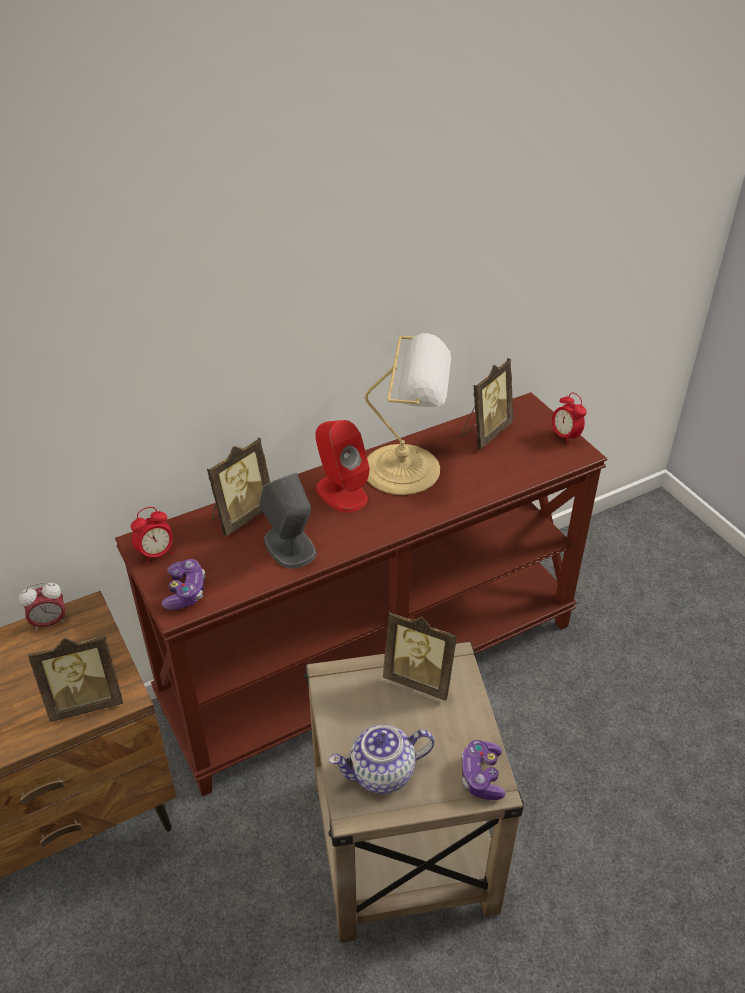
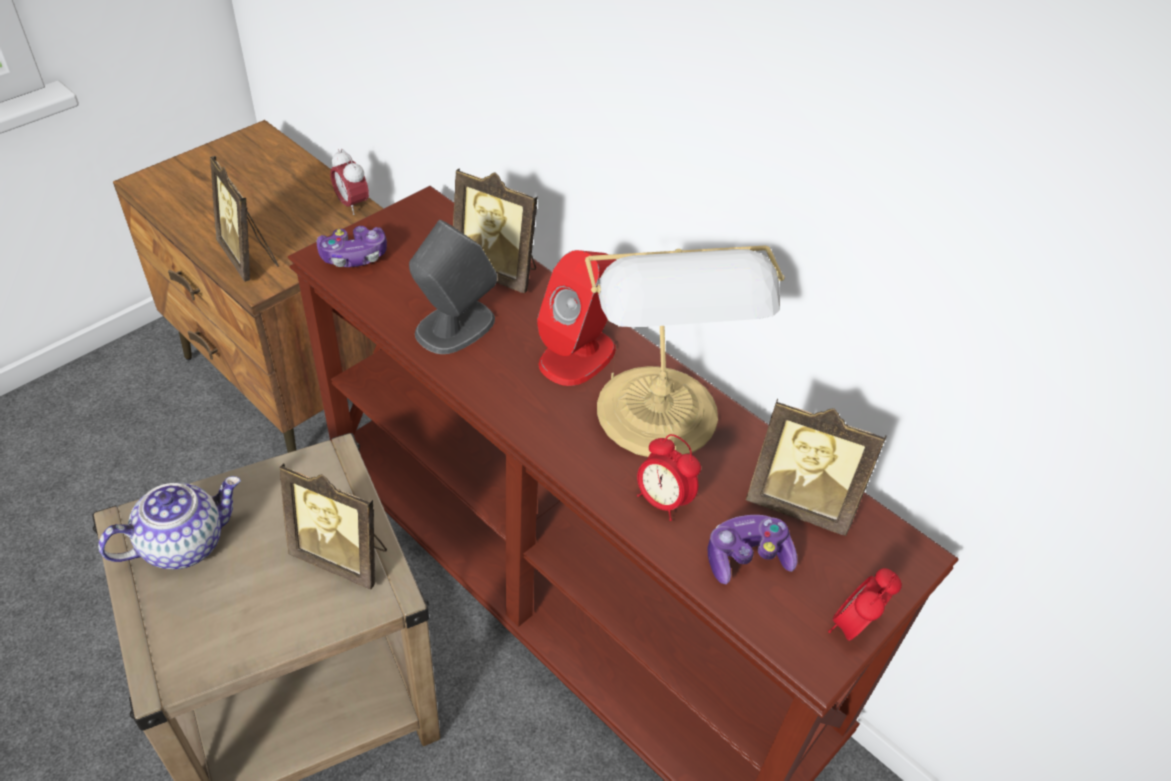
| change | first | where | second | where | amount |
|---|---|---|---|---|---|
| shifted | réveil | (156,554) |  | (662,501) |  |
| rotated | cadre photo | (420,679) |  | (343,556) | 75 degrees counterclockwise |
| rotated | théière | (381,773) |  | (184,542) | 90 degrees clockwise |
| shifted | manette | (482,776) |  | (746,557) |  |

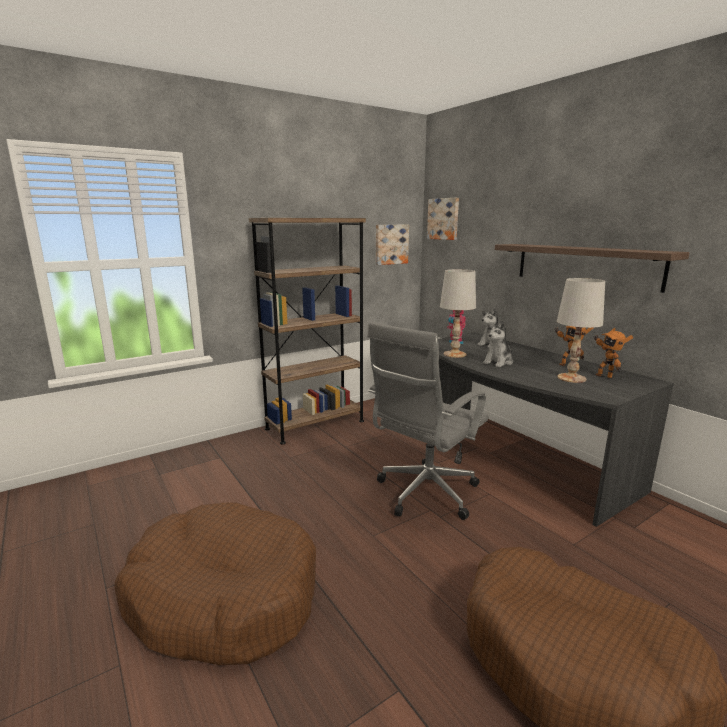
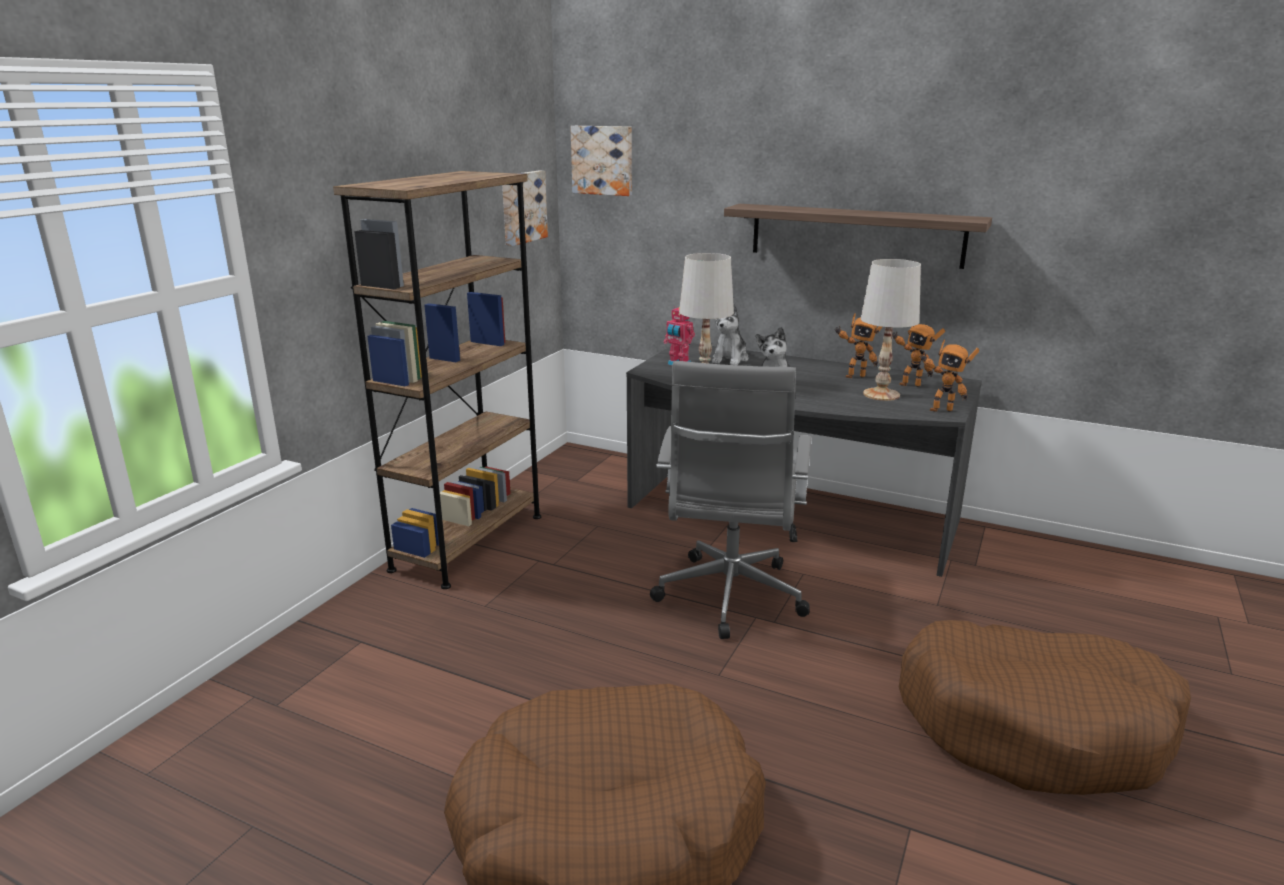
| change | first | where | second | where | amount |
|---|---|---|---|---|---|
| new |  |  | robot jouet | (940,409) |  |

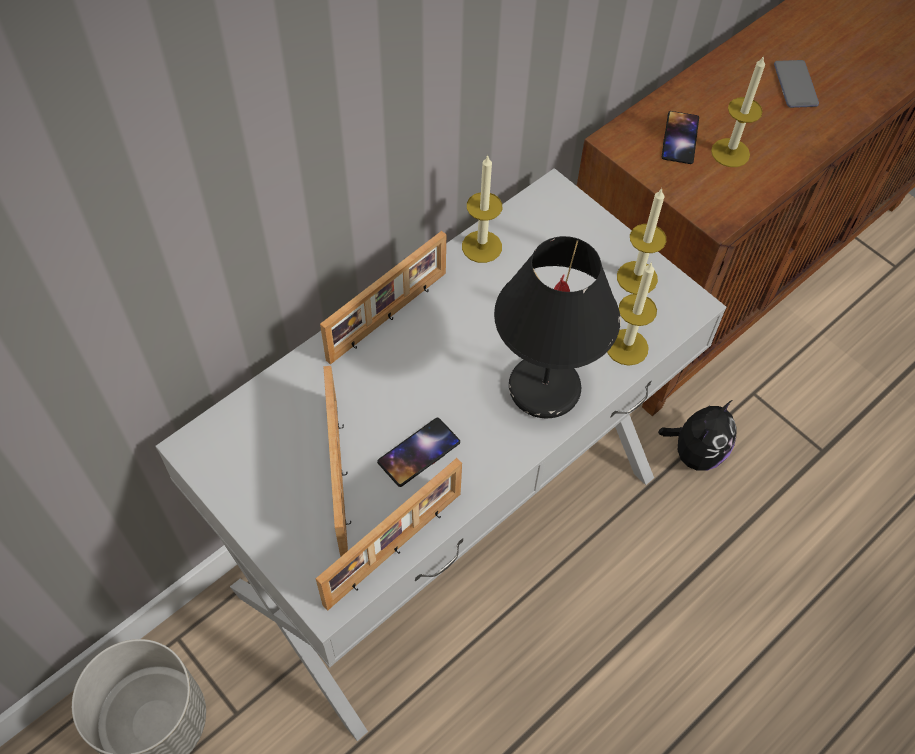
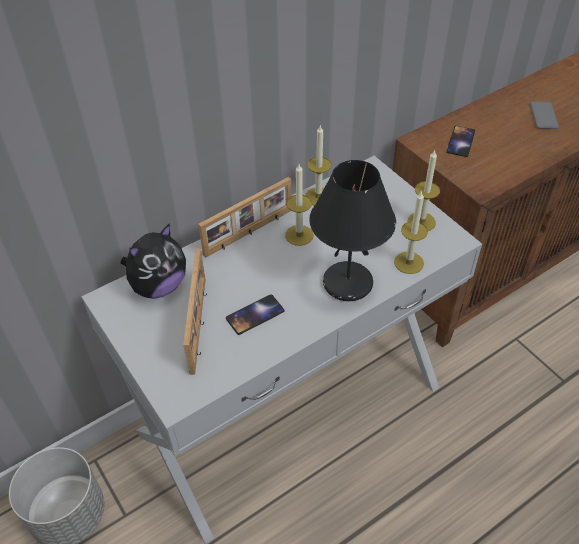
| change | first | where | second | where | amount |
|---|---|---|---|---|---|
| shifted | bougie | (730,153) |  | (299,235) |  |
| shifted | peluche | (695,452) |  | (158,286) |  |
| gone | cadre photo | (395,550) |  |  |  |

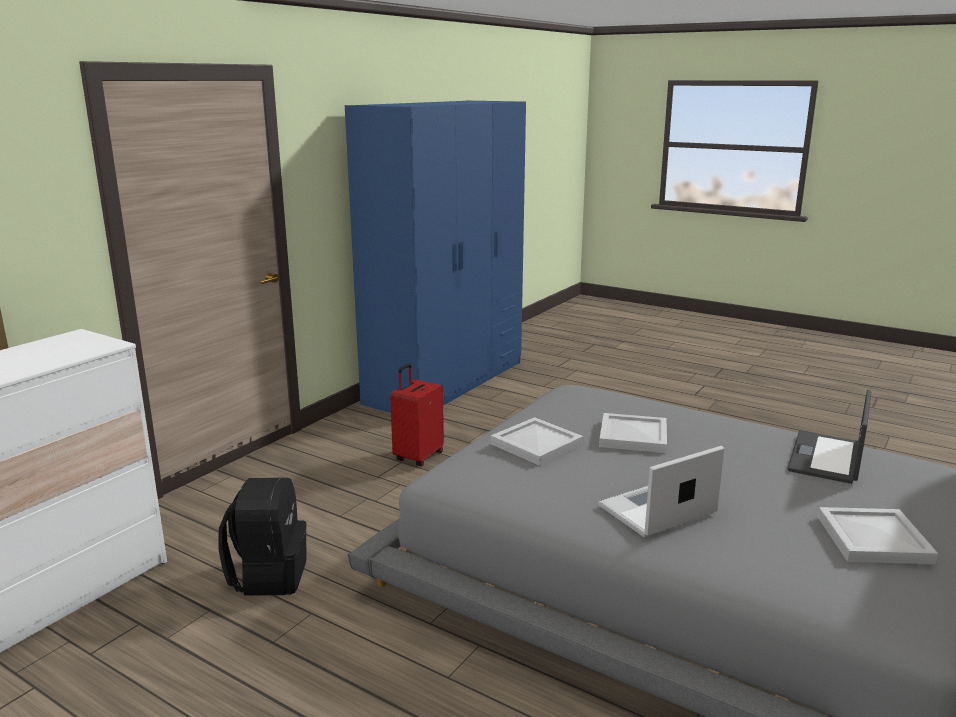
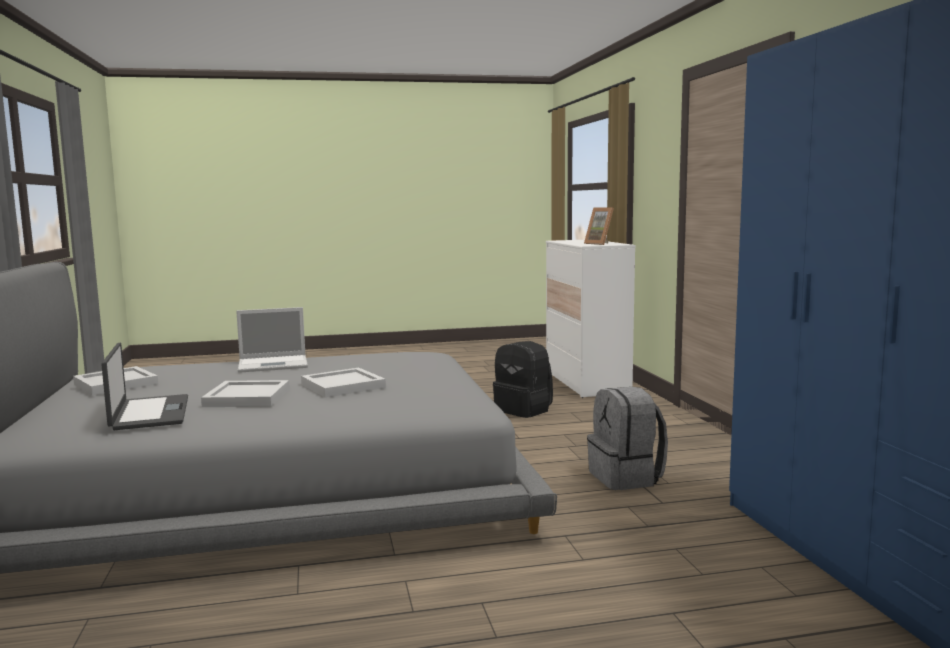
| change | first | where | second | where | amount |
|---|---|---|---|---|---|
| swapped | valise (rouge) | (418,456) | sac à dos (gris) | (626,478) |  |
| shifted | plateau (blanc) | (536,443) |  | (248,398) |  |
| rotated | ordinateur portable | (655,510) |  | (274,364) | 60 degrees clockwise |
| new |  |  | cadre photo | (601,244) |  |

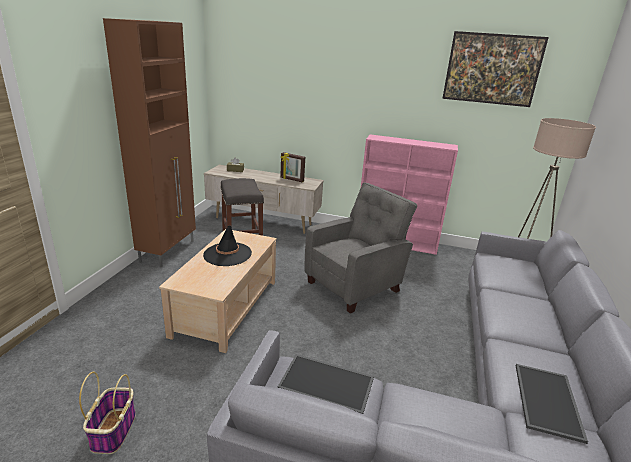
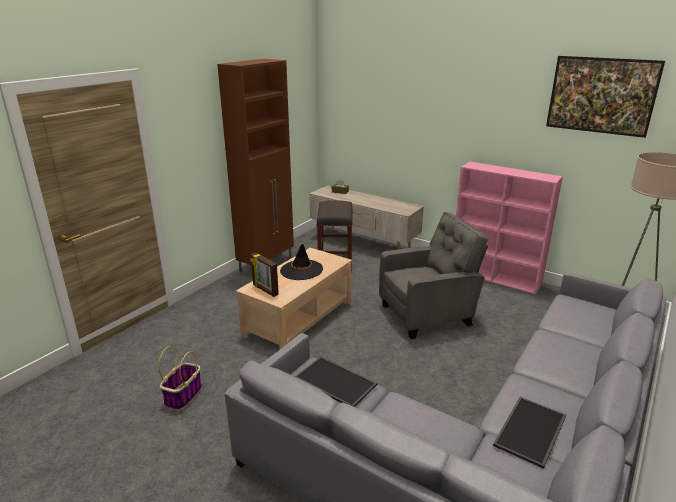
| change | first | where | second | where | amount |
|---|---|---|---|---|---|
| shifted | cadre photo | (291,179) |  | (265,290) |  |

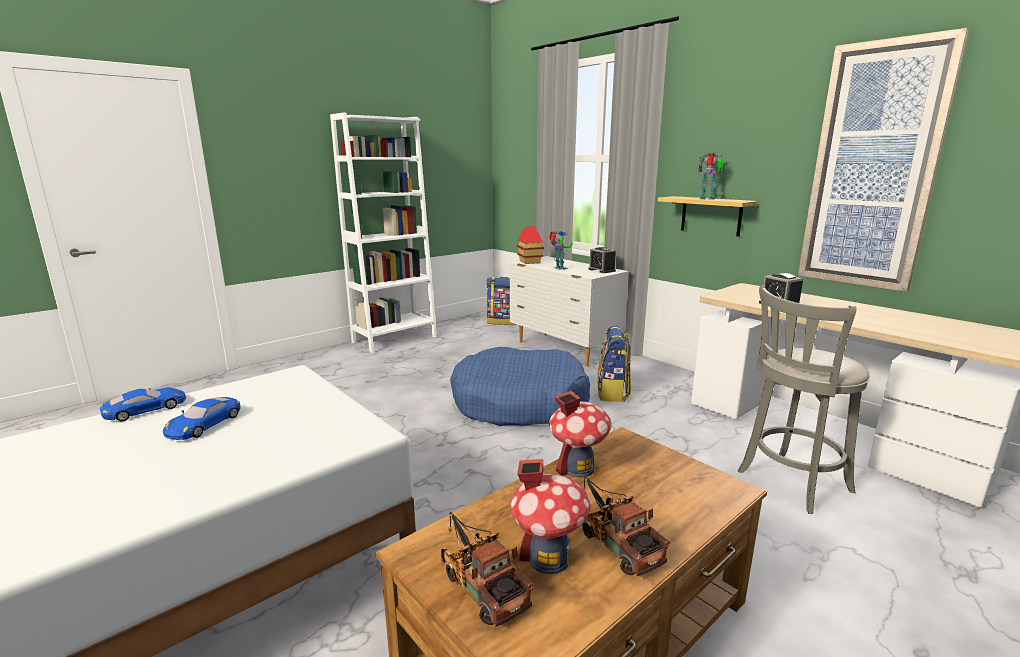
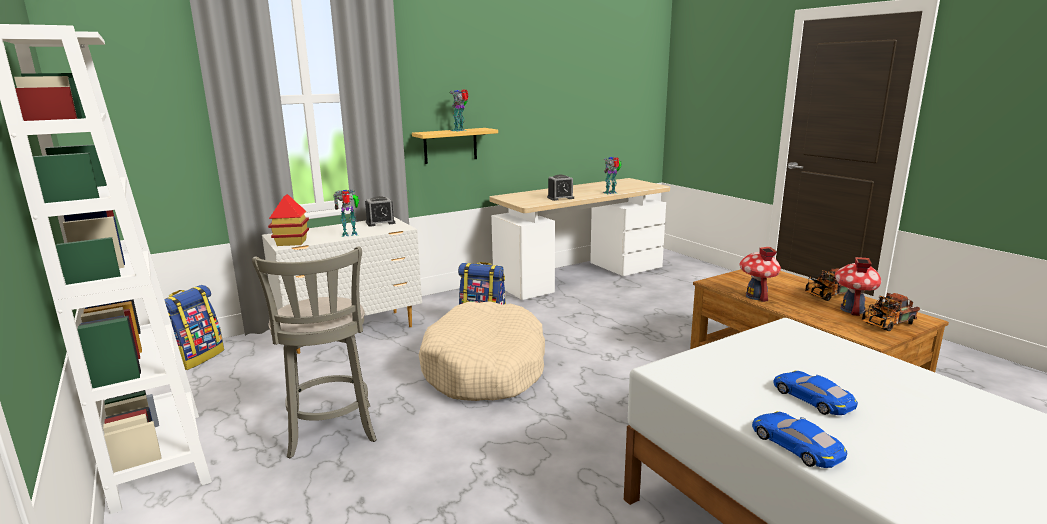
| change | first | where | second | where | amount |
|---|---|---|---|---|---|
| gone | tableau | (873,168) |  |  |  |
| shifted | tabouret (gris) | (790,483) |  | (331,433) |  |
| repainted | panier pour chien (bleu) | (519,403) | panier pour chien (beige) | (485,369) |  |
| rotated | petite voiture (bleu) | (204,424) |  | (812,398) | 150 degrees counterclockwise |
| new |  |  | robot jouet | (611,193) |  |

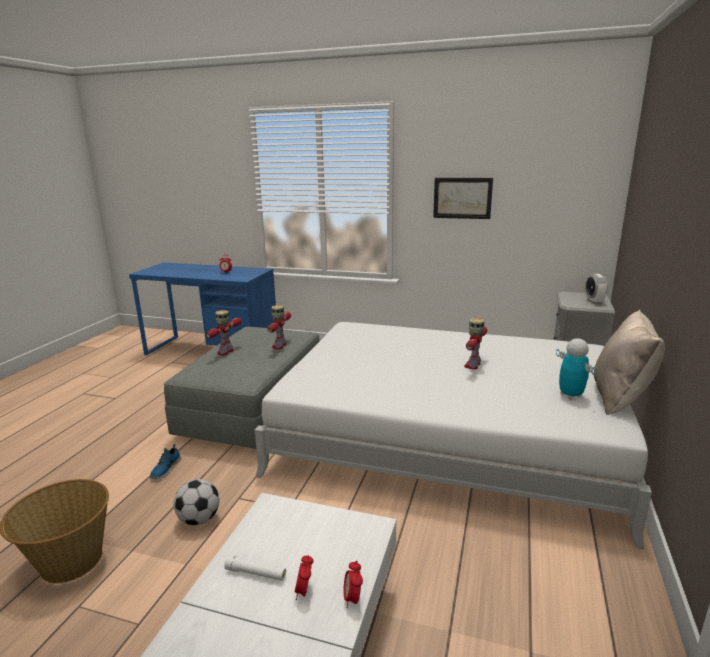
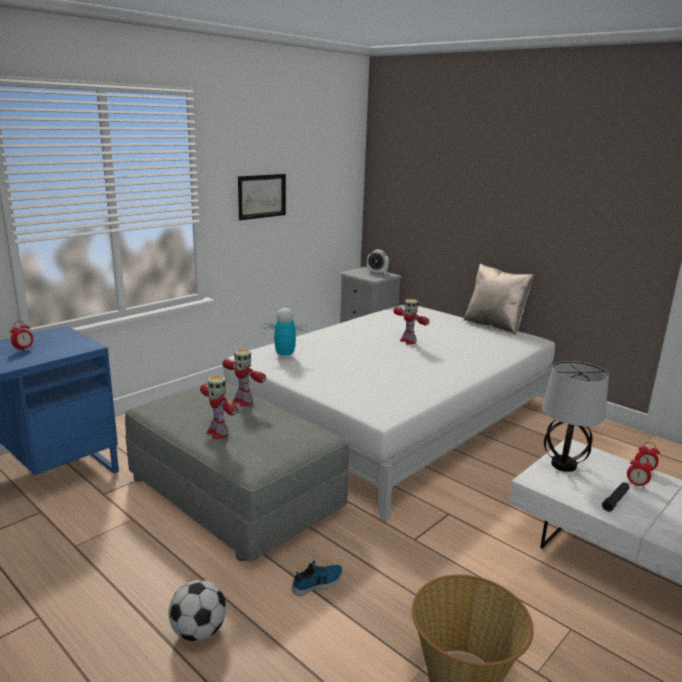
| change | first | where | second | where | amount |
|---|---|---|---|---|---|
| shifted | robot jouet | (570,395) |  | (284,356) |  |
| rotated | chaussure | (165,468) |  | (318,583) | 75 degrees counterclockwise |
| shifted | ballon de foot | (199,519) |  | (198,631) |  |
| repainted | lampe de poche (blanc) | (256,573) | lampe de poche (noir) | (615,500) |  |
| new |  |  | lampe de table | (563,465) |  |

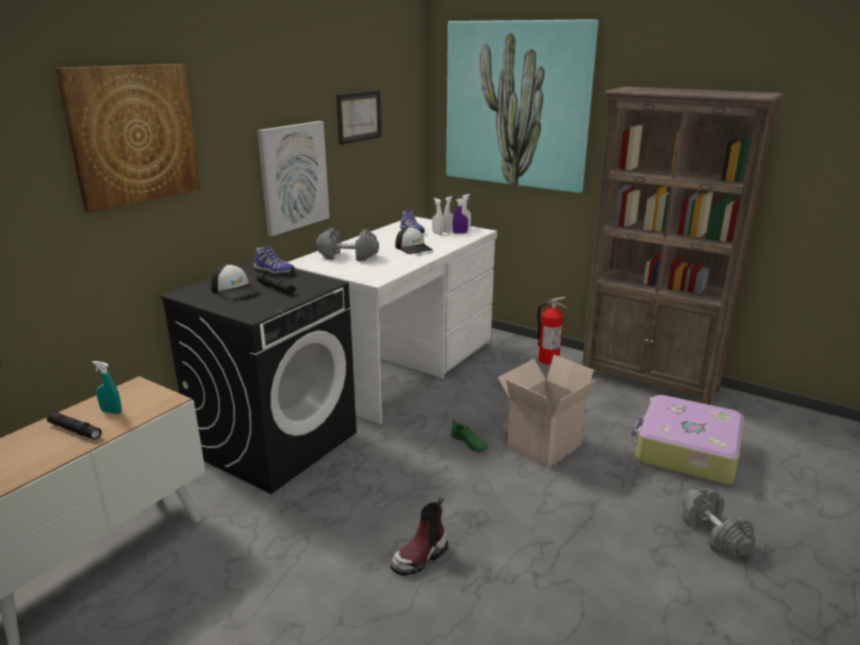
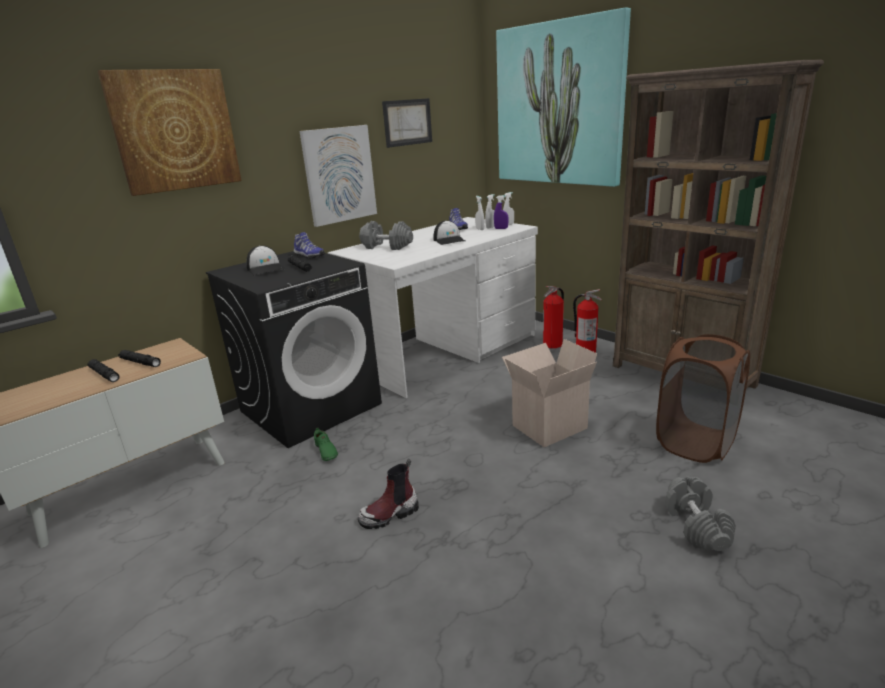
| change | first | where | second | where | amount |
|---|---|---|---|---|---|
| swapped | vaporisateur (turquoise) | (111,412) | lampe de poche (noir) | (140,362) |  |
| swapped | valise | (685,451) | panier à linge (marron) | (695,443) |  |
| shifted | chaussure (vert) | (469,443) |  | (325,451) |  |
| new |  |  | extincteur | (553,345) |  |

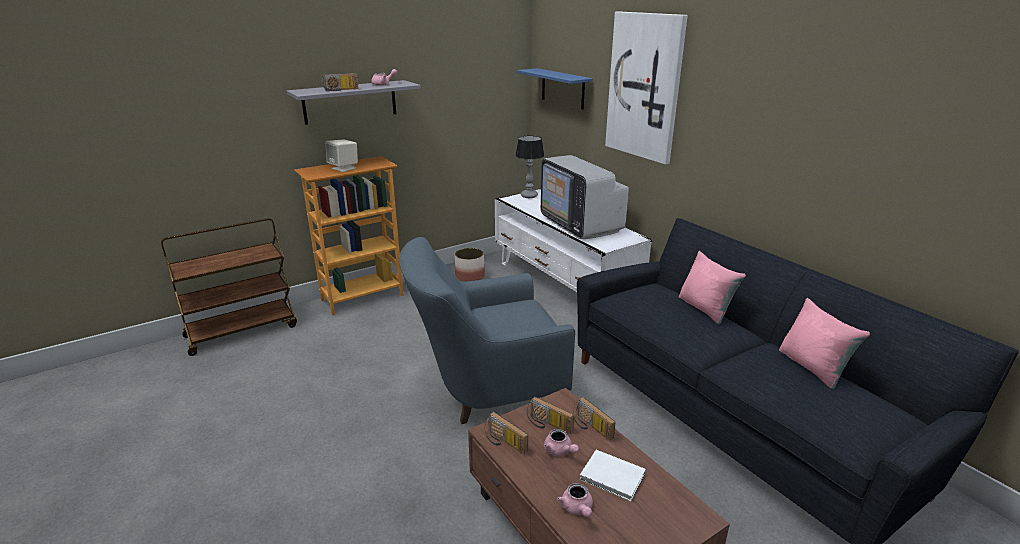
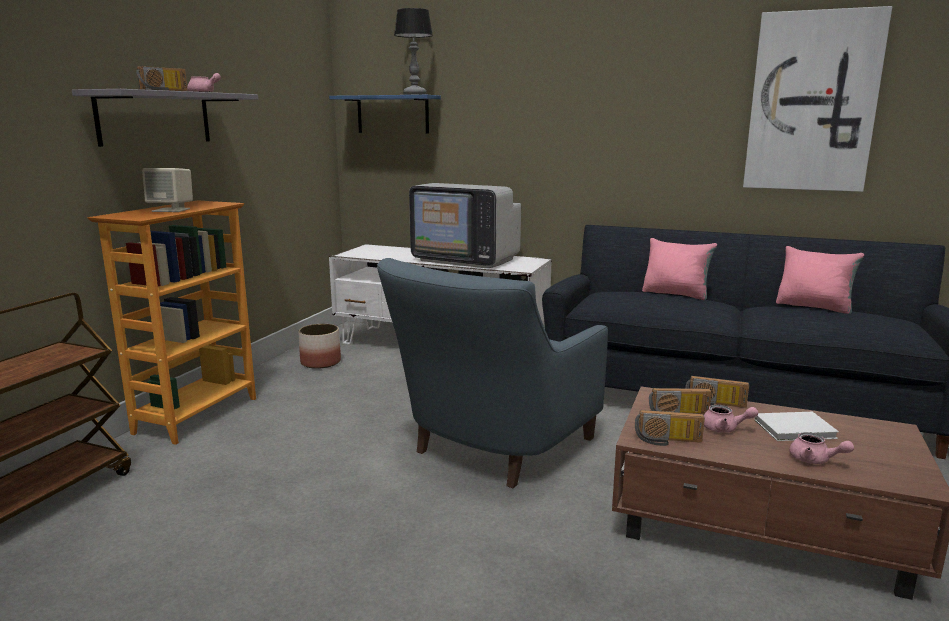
| change | first | where | second | where | amount |
|---|---|---|---|---|---|
| shifted | tableau | (644,87) |  | (812,102) |  |
| shifted | lampe de table | (529,196) |  | (415,94) |  |

